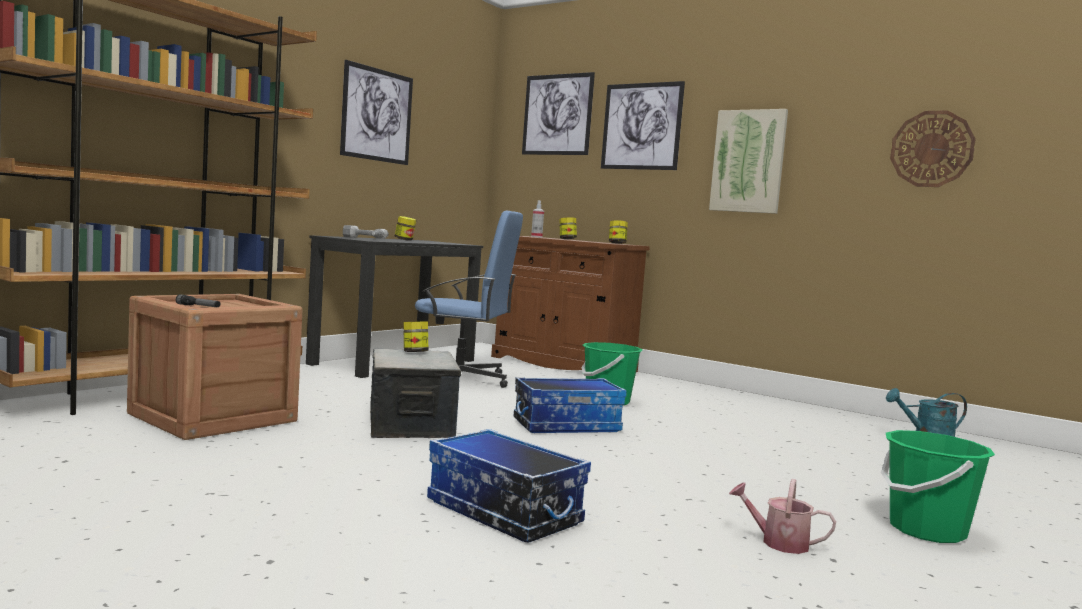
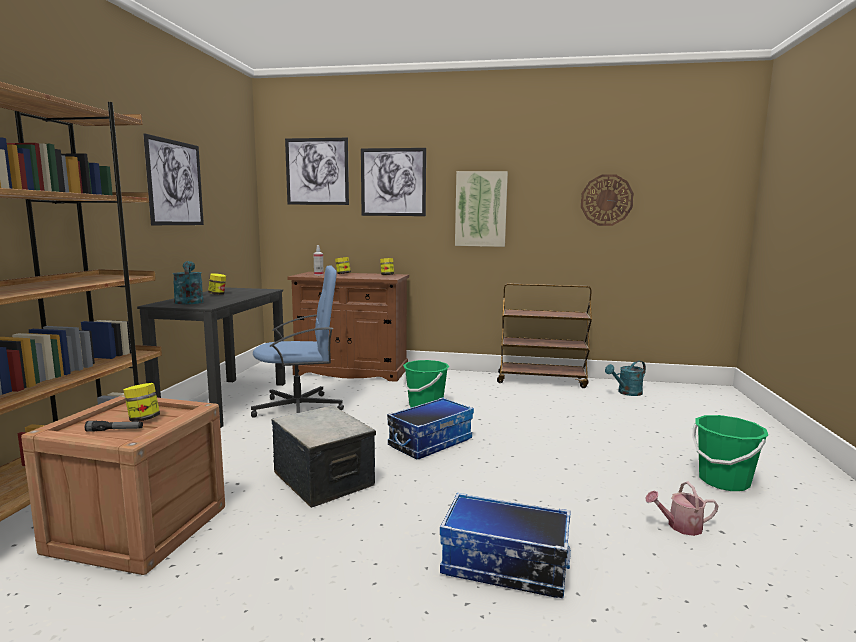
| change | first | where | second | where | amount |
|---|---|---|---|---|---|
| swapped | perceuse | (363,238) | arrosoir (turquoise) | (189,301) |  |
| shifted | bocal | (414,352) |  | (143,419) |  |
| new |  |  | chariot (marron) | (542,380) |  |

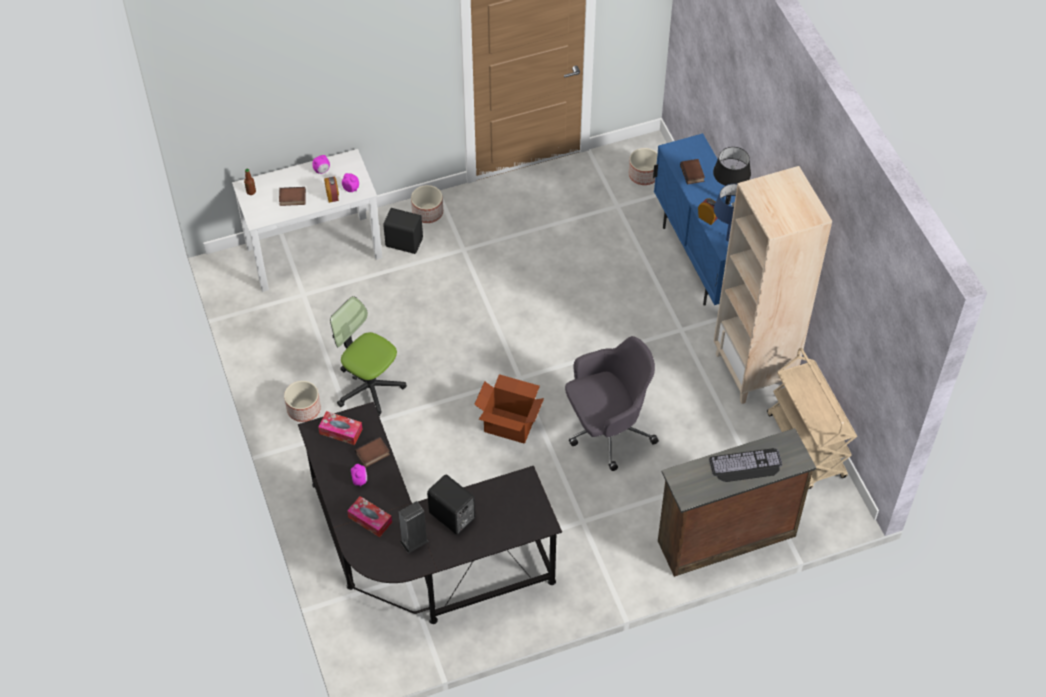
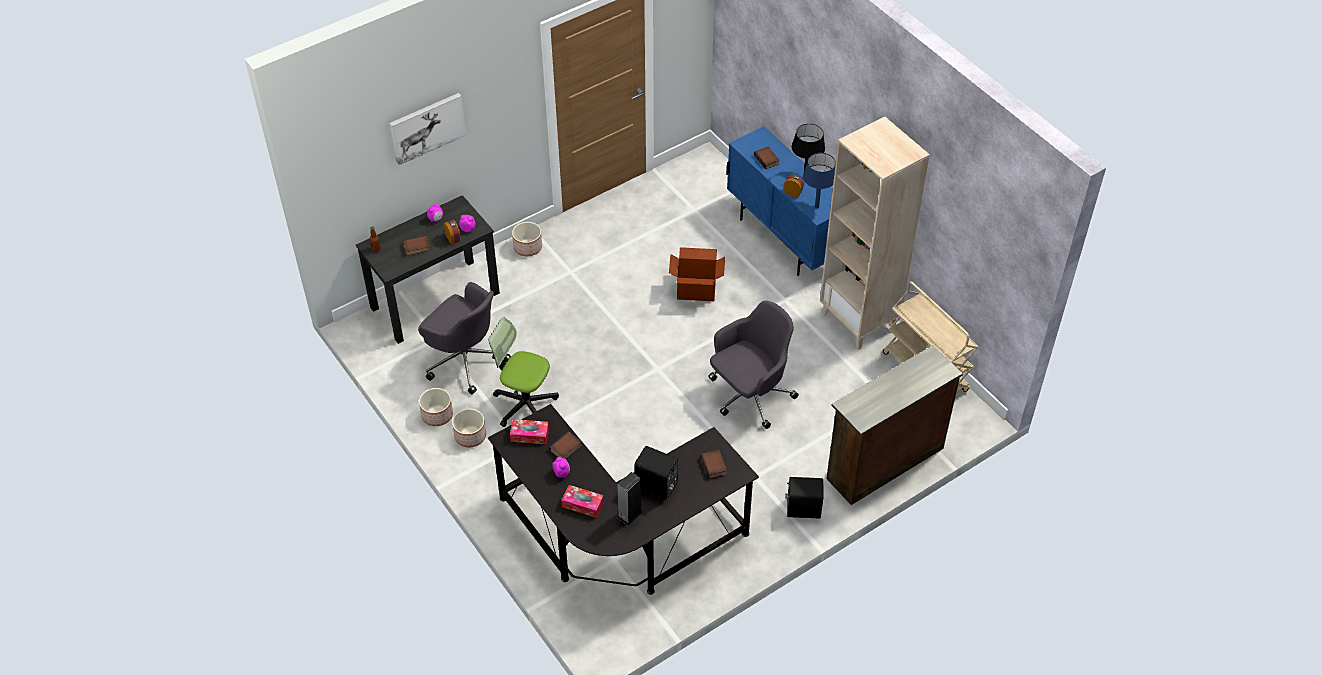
| change | first | where | second | where | amount |
|---|---|---|---|---|---|
| shifted | cache-pot | (643,174) |  | (437,415) |  |
| repainted | bureau (blanc) | (314,252) | bureau (noir) | (435,300) |  |
| shifted | enceinte (noir) | (404,242) |  | (802,508) |  |
| shifted | carton | (509,424) |  | (696,290) |  |
| gone | clavier | (745,466) |  |  |  |
| new |  |  | tableau | (427,127) |  |
| new |  |  | chaise de bureau (gris) | (465,359) |  |
| new |  |  | livre | (714,466) |  |

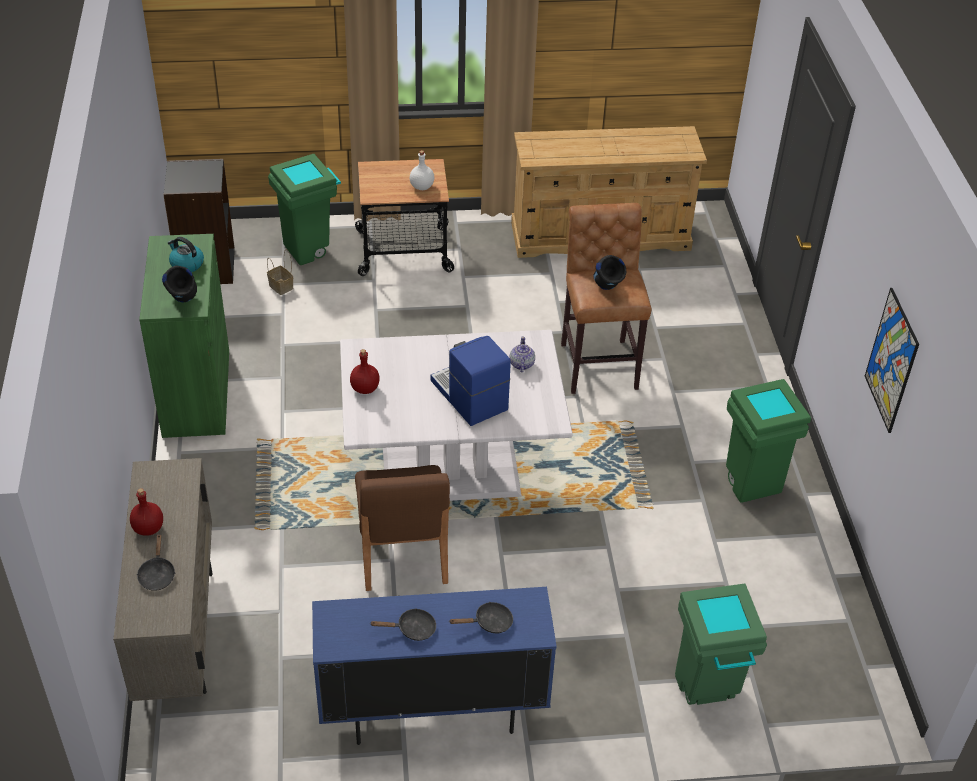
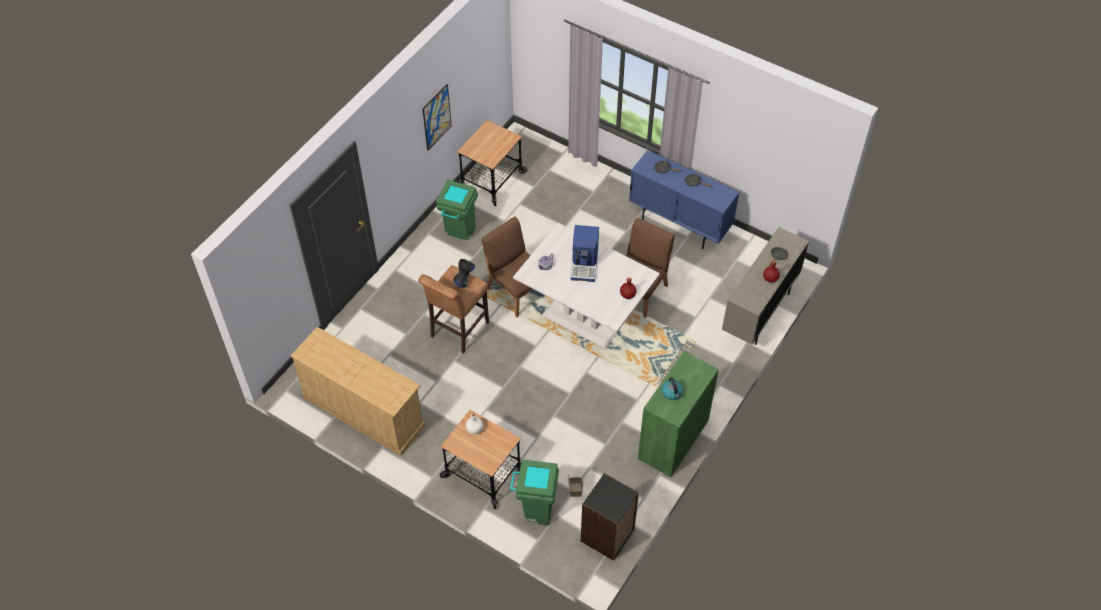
| change | first | where | second | where | amount |
|---|---|---|---|---|---|
| gone | vase (noir) | (184,304) |  |  |  |
| gone | poubelle (vert) | (707,694) |  |  |  |
| new |  |  | chariot | (491,179) |  |
| new |  |  | chaise (marron) | (517,291) |  |

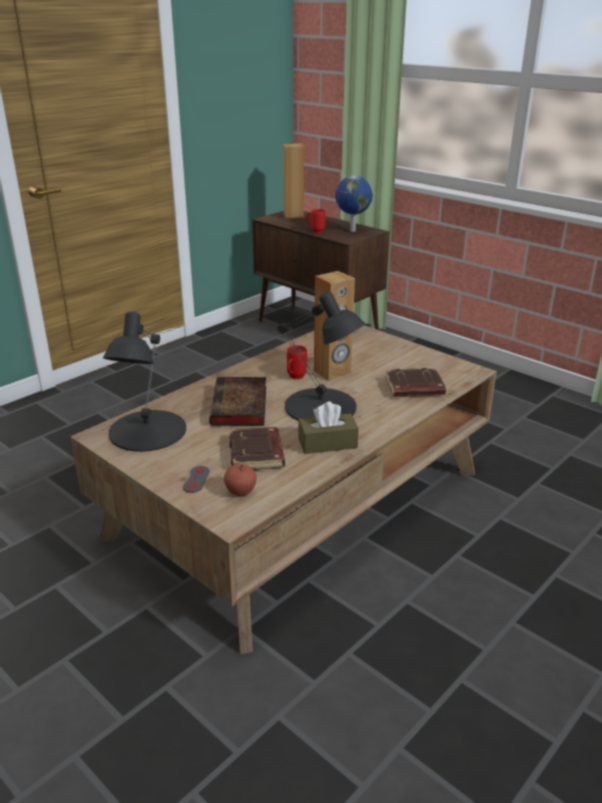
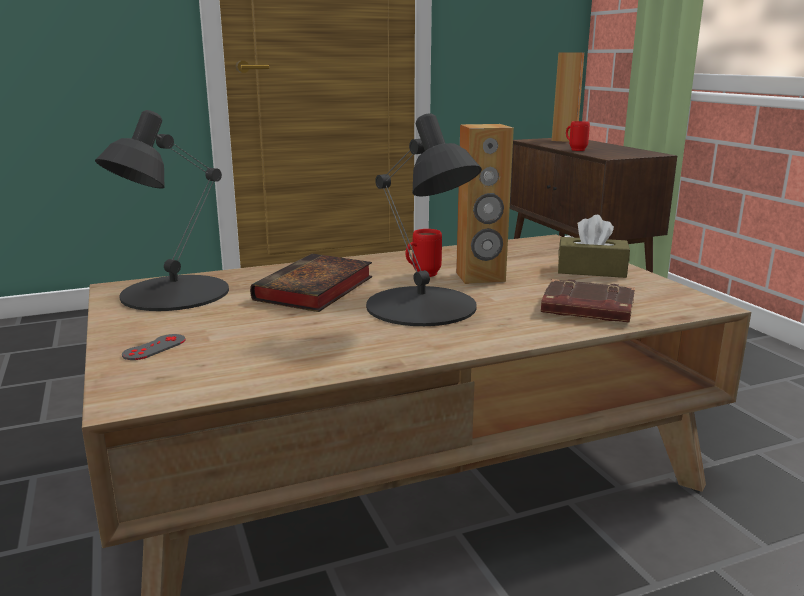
| change | first | where | second | where | amount |
|---|---|---|---|---|---|
| gone | globe | (351,231) |  |  |  |
| shifted | boîte à mouchoirs (marron) | (327,443) |  | (591,270) |  |
| gone | livre (marron) | (257,454) |  |  |  |
| gone | pomme | (240,492) |  |  |  |

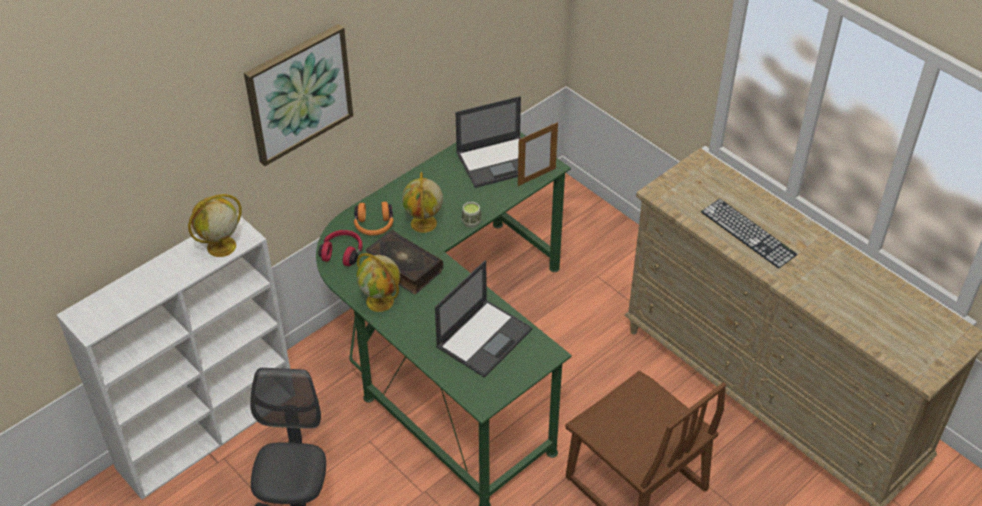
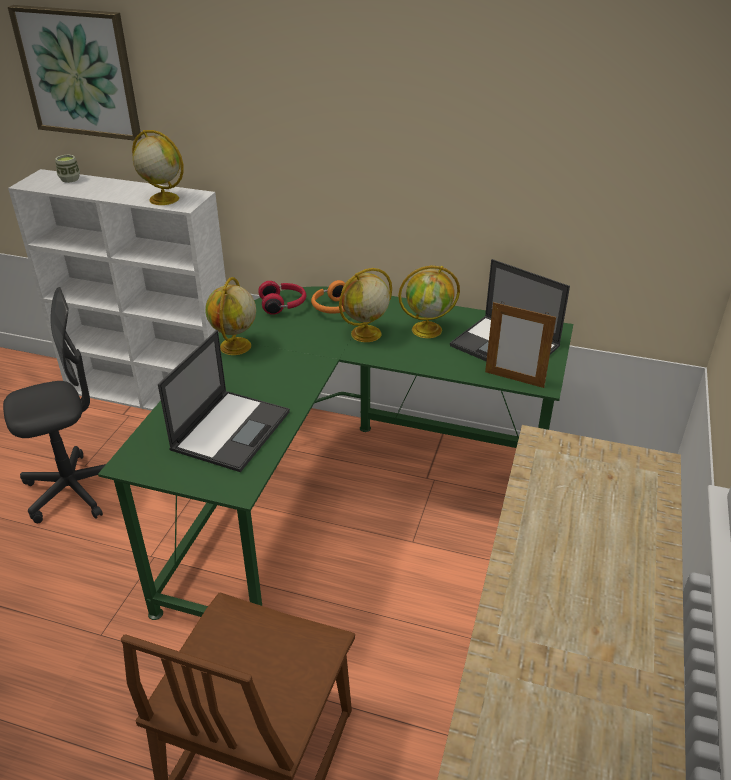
| change | first | where | second | where | amount |
|---|---|---|---|---|---|
| shifted | tableau | (298,93) |  | (79,73) |  |
| gone | clavier | (748,233) |  |  |  |
| shifted | tasse | (471,222) |  | (70,179) |  |
| gone | livre | (403,268) |  |  |  |
| rotated | ordinateur portable | (484,337) |  | (231,429) | 75 degrees counterclockwise |
| new |  |  | globe | (427,329) |  |

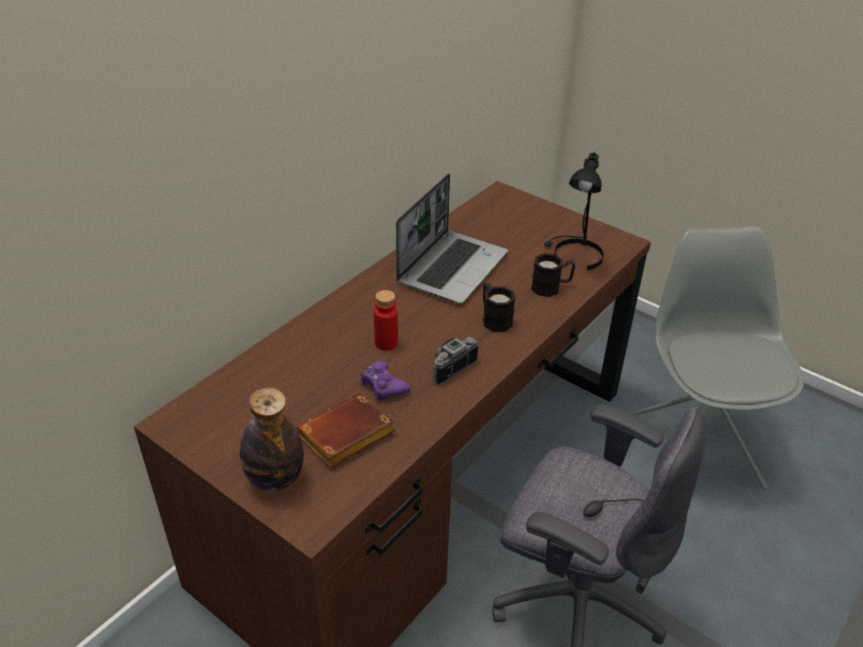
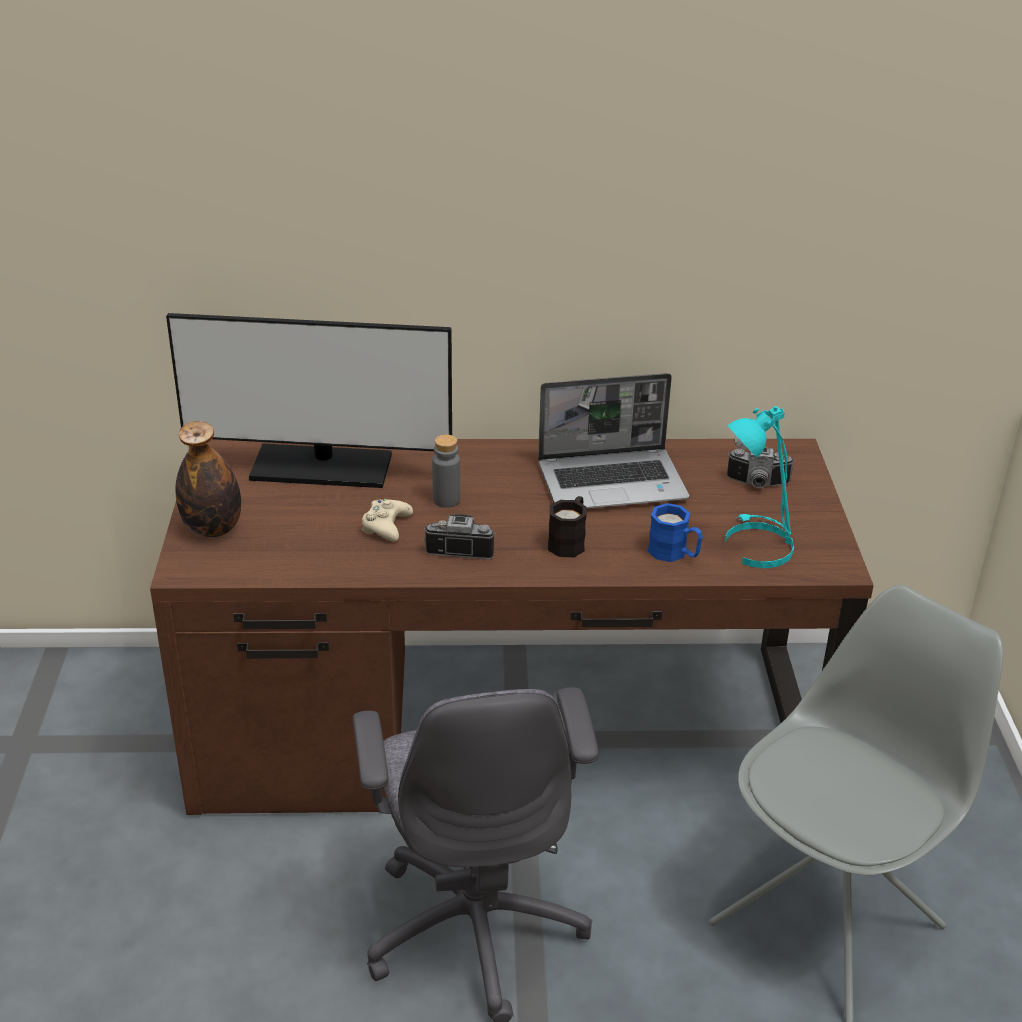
| change | first | where | second | where | amount |
|---|---|---|---|---|---|
| repainted | lampe de table (noir) | (574,255) | lampe de table (turquoise) | (755,544) |  |
| repainted | mug (noir) | (551,287) | mug (bleu) | (674,553) |  |
| repainted | bouteille (rouge) | (386,343) | bouteille (gris) | (446,500) |  |
| repainted | manette (violet) | (383,386) | manette (beige) | (386,526) |  |
| gone | livre (marron) | (346,437) |  |  |  |
| new |  |  | écran d'ordinateur | (321,467) |  |
| new |  |  | appareil photo | (757,484) |  |

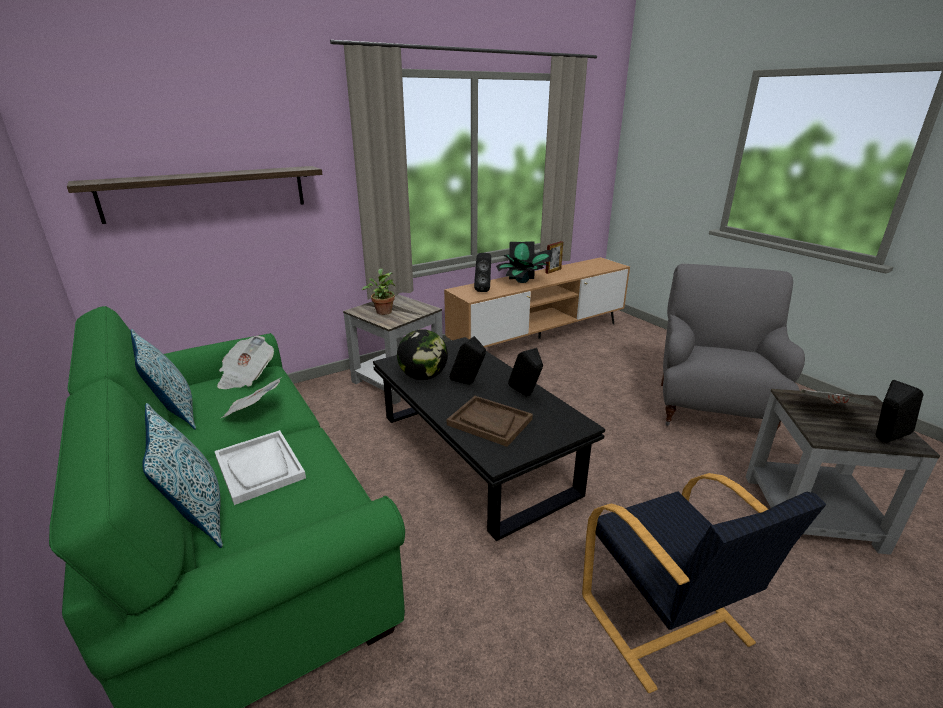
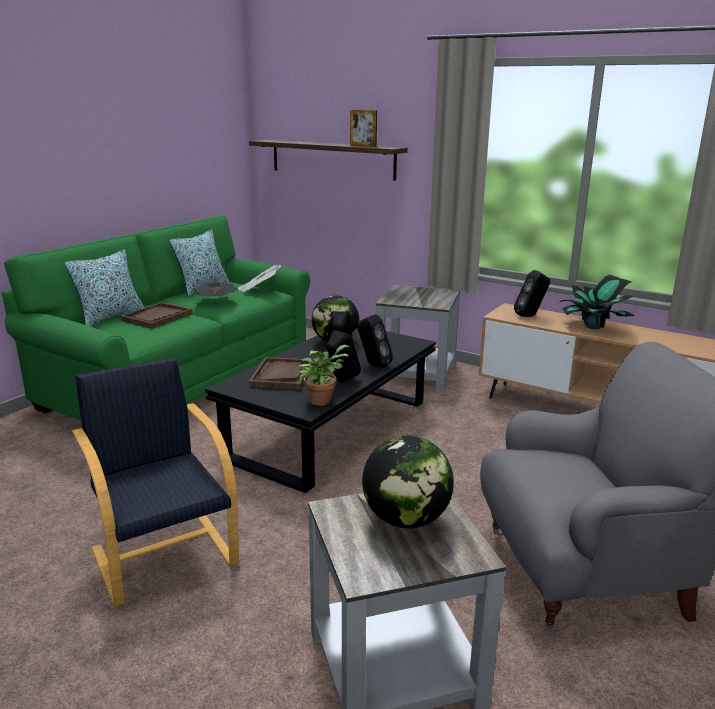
| change | first | where | second | where | amount |
|---|---|---|---|---|---|
| shifted | cadre photo | (553,271) |  | (363,146) |  |
| shifted | plante en pot | (383,311) |  | (322,400) |  |
| shifted | enceinte (noir) | (882,441) |  | (373,365) |  |
| swapped | journal | (830,412) | globe | (406,519) |  |
| repainted | plateau (blanc) | (260,467) | plateau (marron) | (157,317) |  |
| rotated | fauteuil (noir) | (665,622) |  | (164,555) | 105 degrees clockwise |

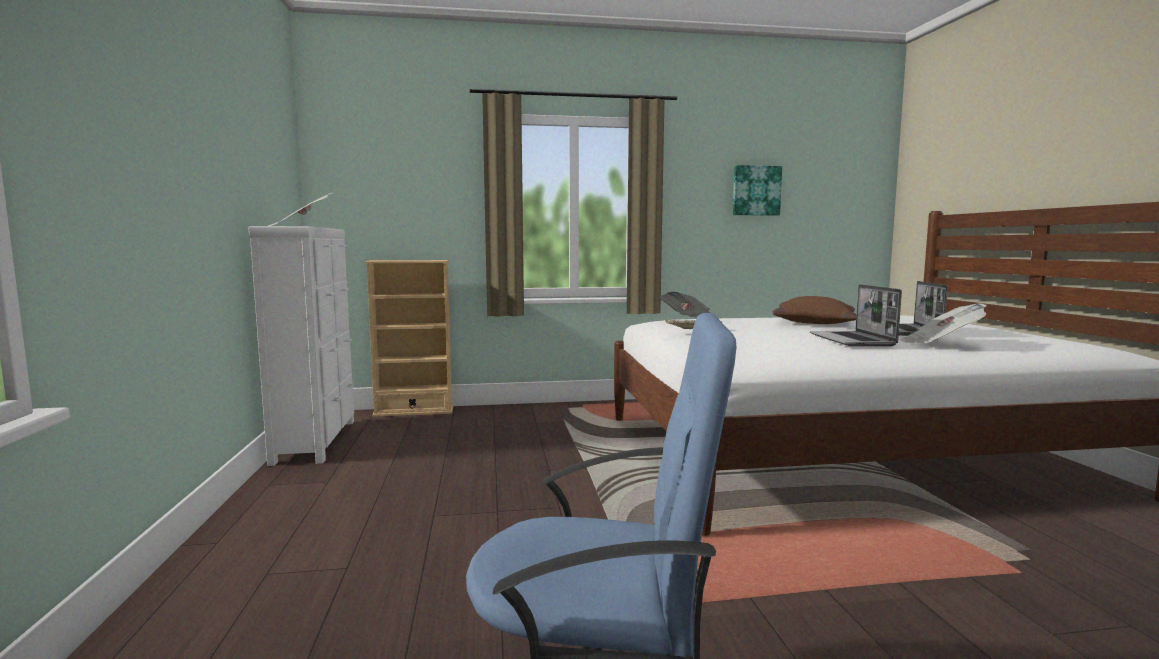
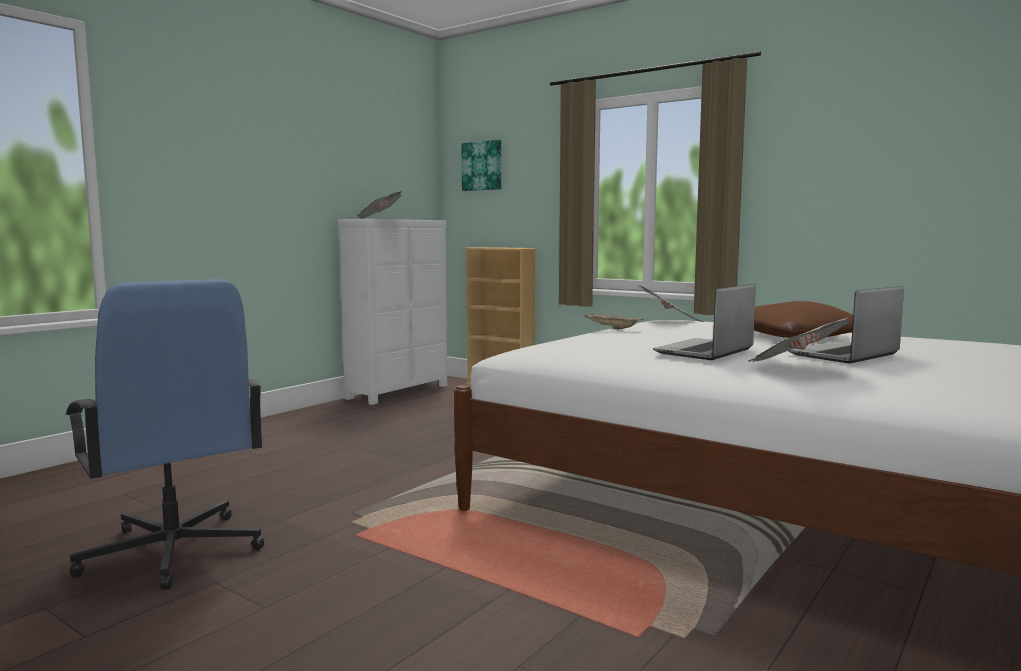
| change | first | where | second | where | amount |
|---|---|---|---|---|---|
| shifted | tableau | (756,190) |  | (482,166) |  |

